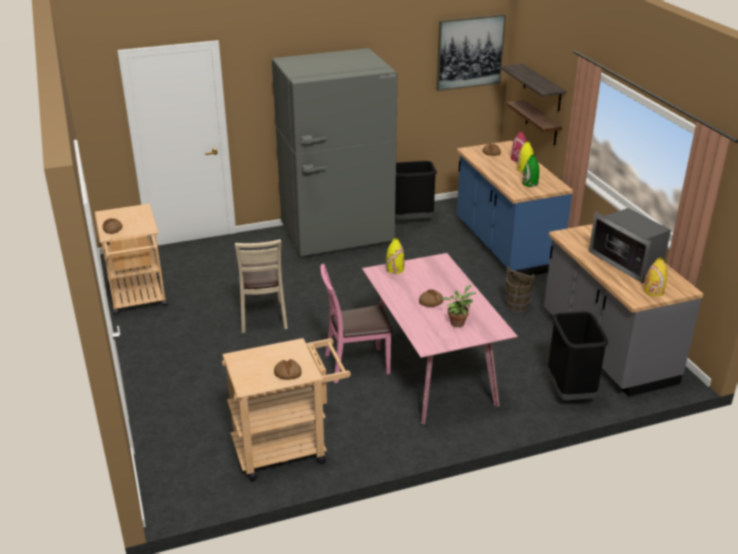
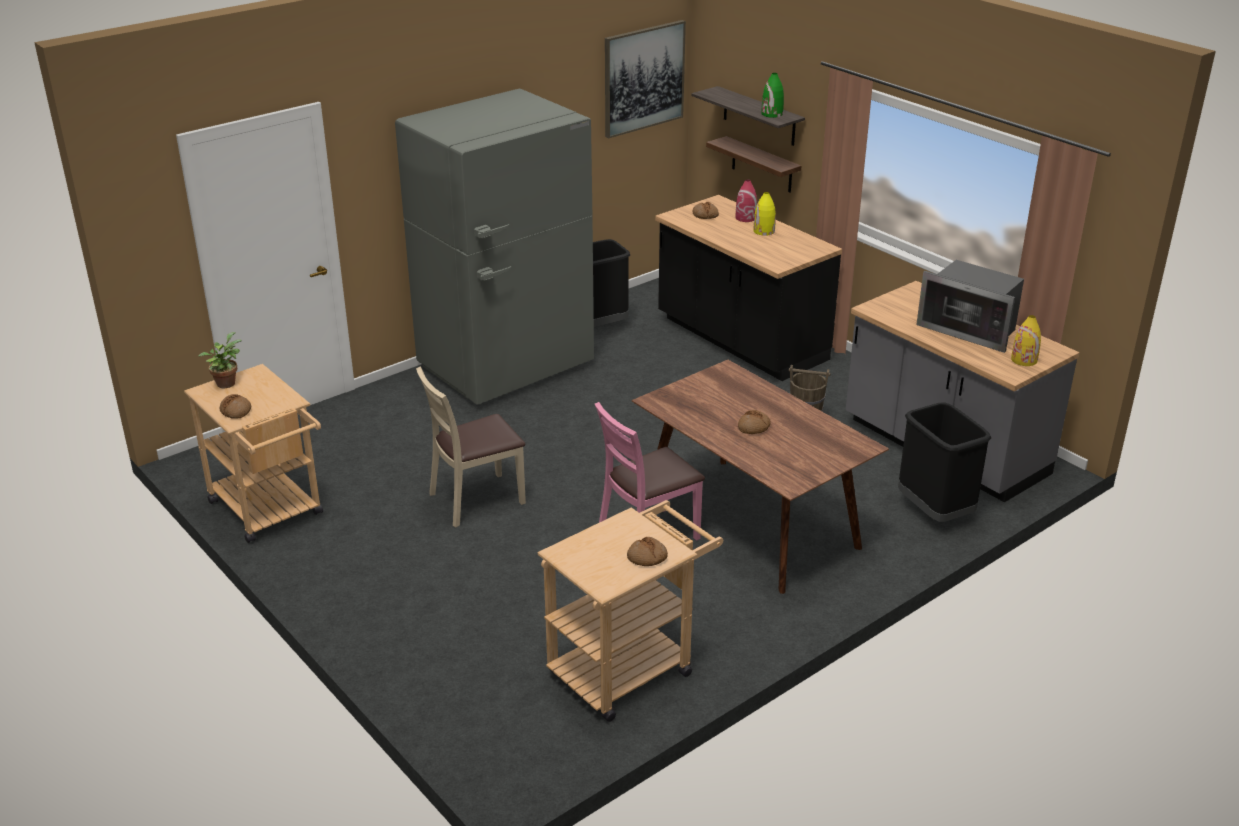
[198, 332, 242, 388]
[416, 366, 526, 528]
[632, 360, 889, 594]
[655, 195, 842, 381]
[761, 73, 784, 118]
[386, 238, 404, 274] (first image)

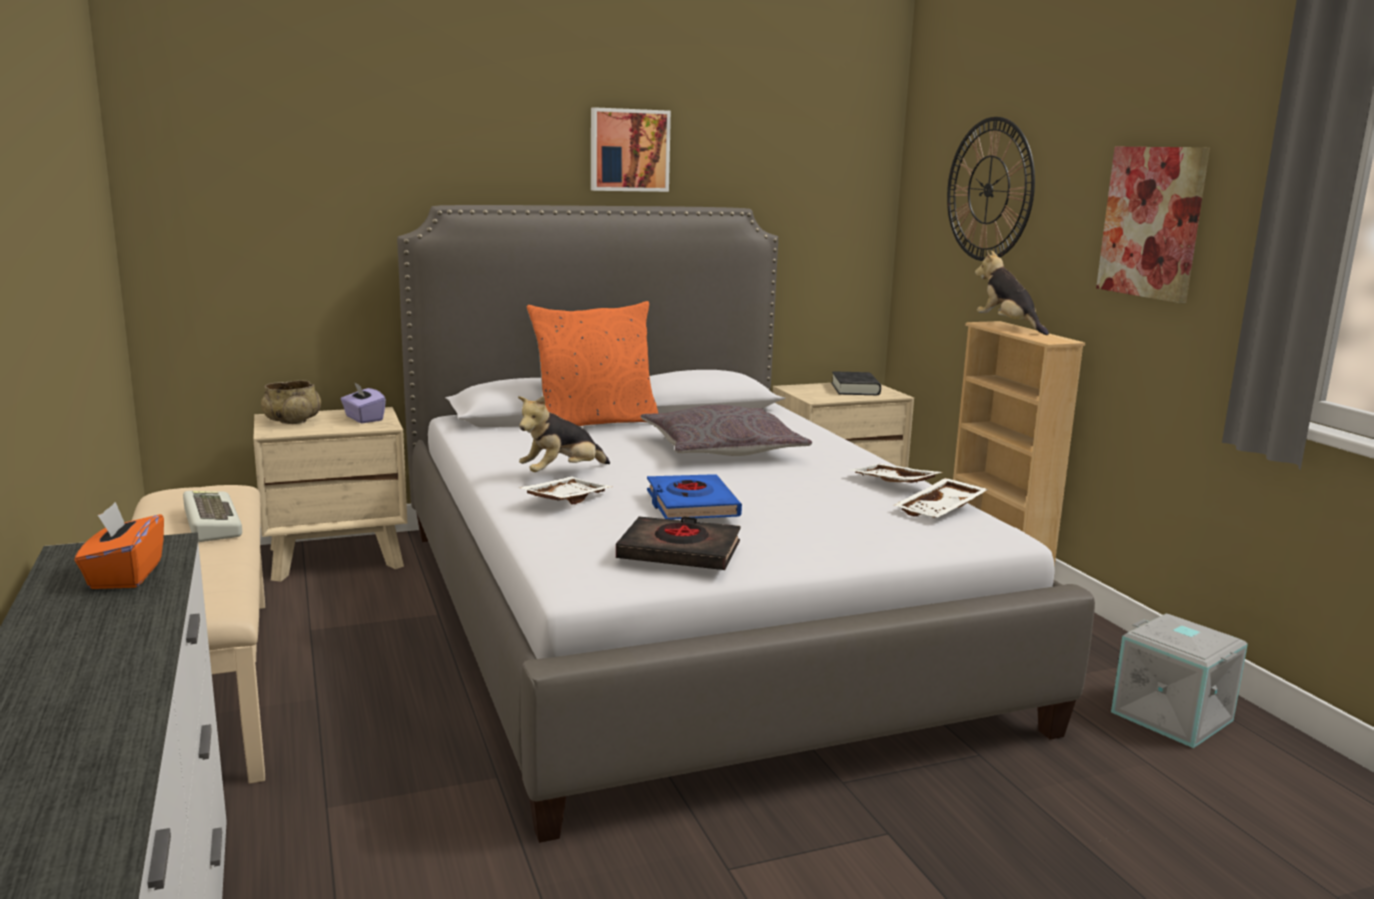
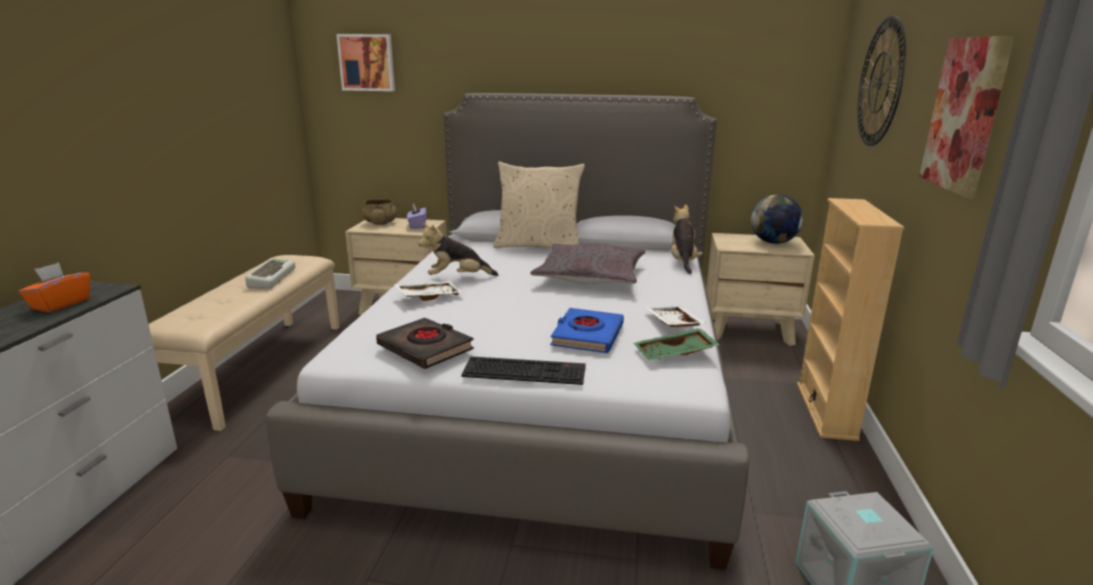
[336, 34, 395, 91]
[462, 356, 586, 385]
[493, 162, 585, 248]
[550, 308, 624, 353]
[634, 328, 719, 360]
[671, 204, 703, 274]
[751, 194, 803, 244]

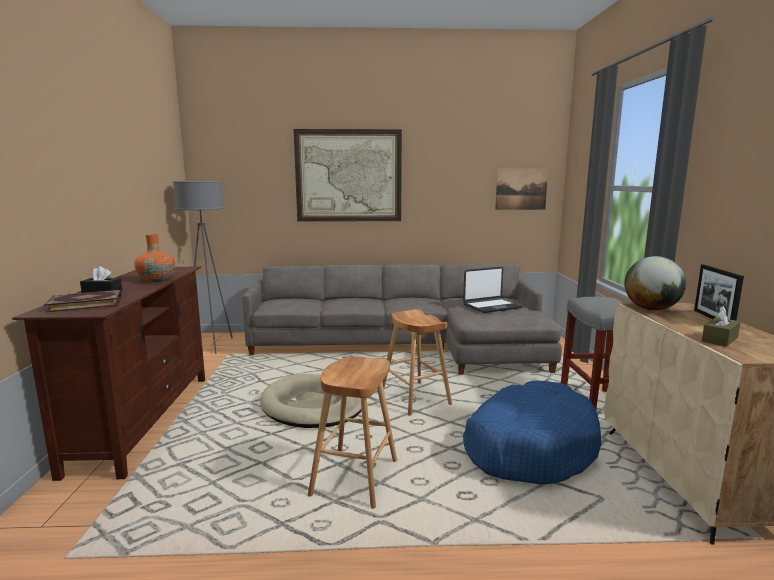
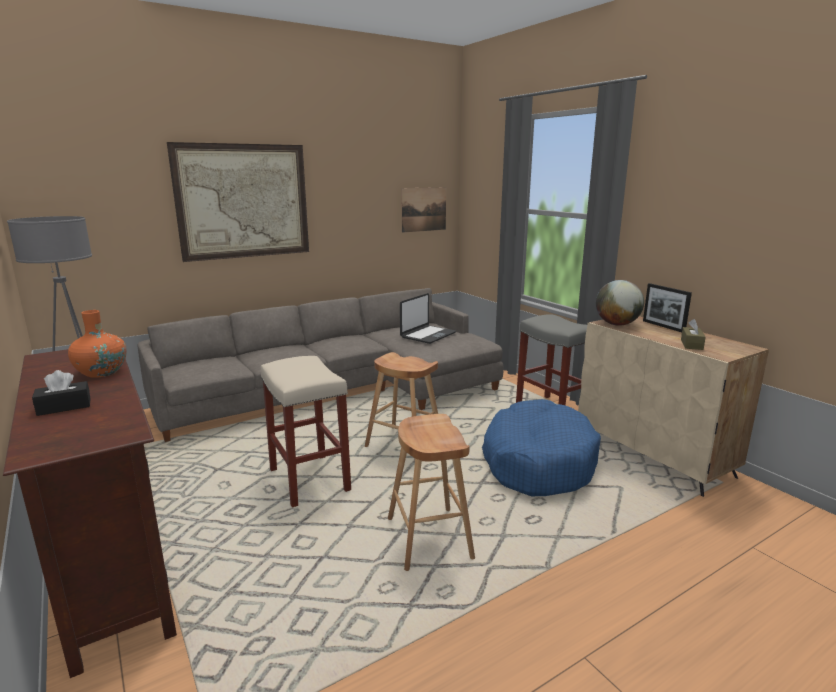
[261, 356, 351, 507]
[44, 290, 122, 313] (first image)

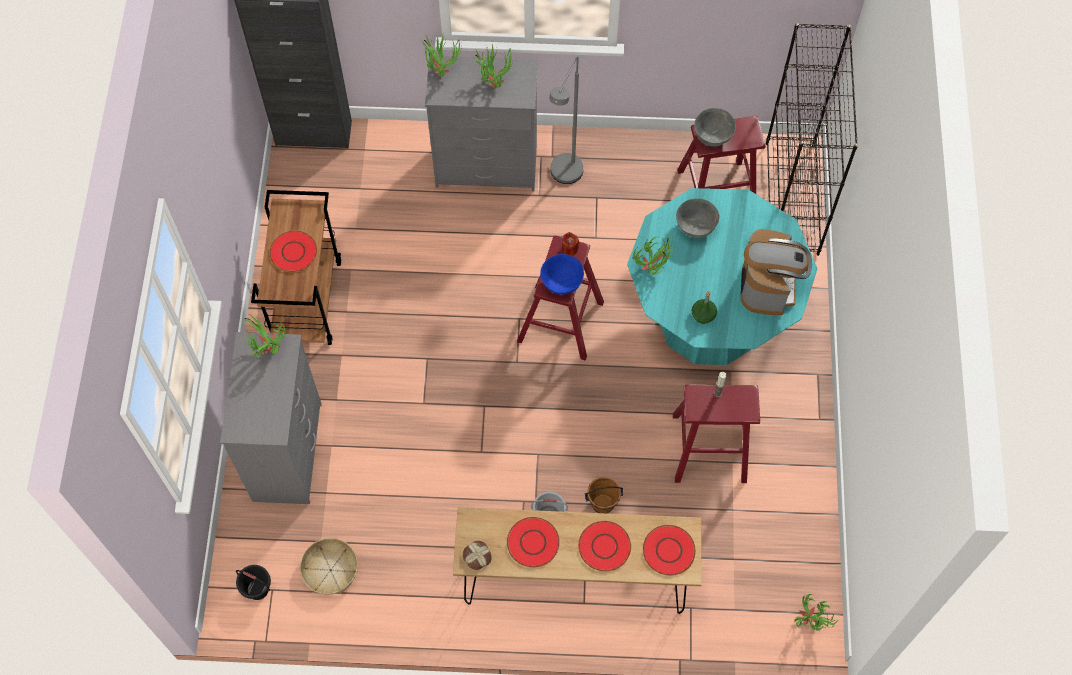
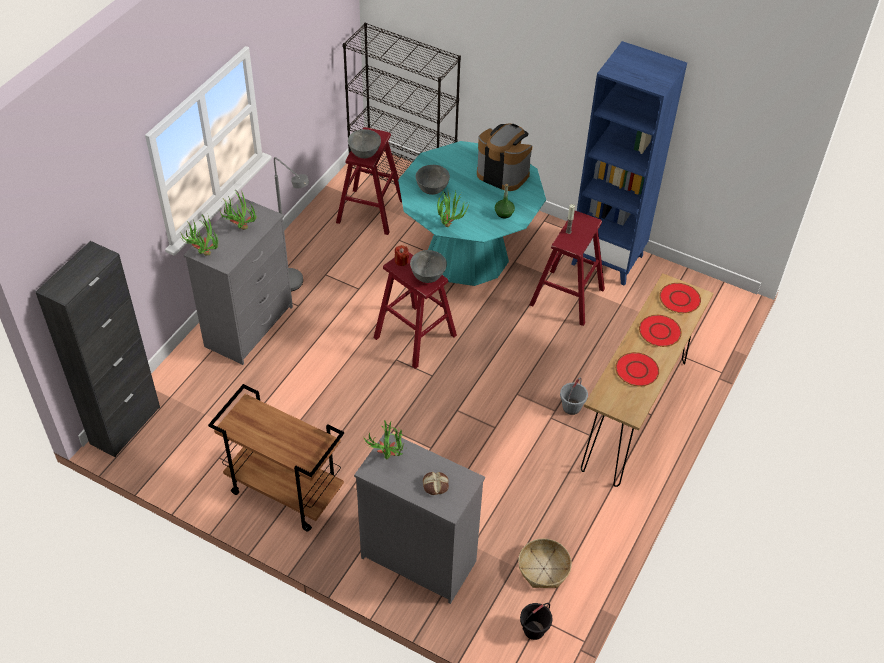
[410, 250, 447, 283]
[423, 472, 449, 495]
[571, 41, 687, 286]
[269, 230, 317, 272] (first image)
[585, 477, 623, 513] (first image)
[794, 594, 839, 631] (first image)

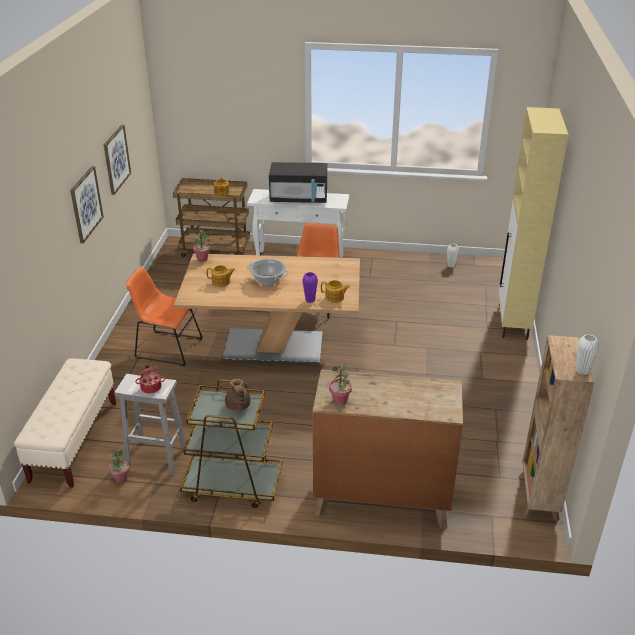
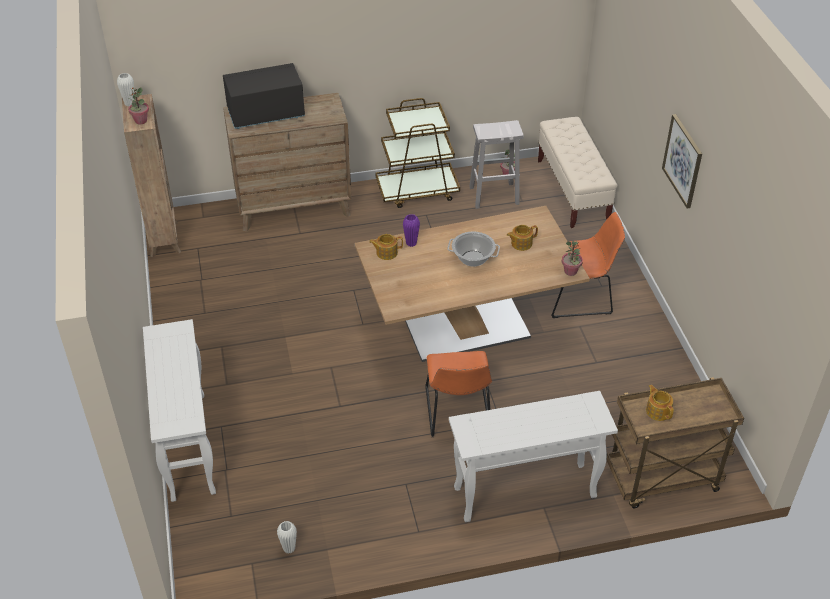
[128, 87, 149, 124]
[143, 319, 216, 502]
[223, 63, 305, 129]
[104, 125, 131, 195] (first image)
[135, 365, 165, 393] (first image)
[225, 379, 250, 411] (first image)

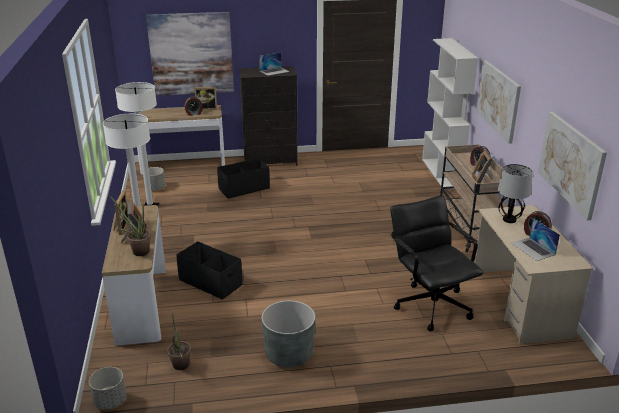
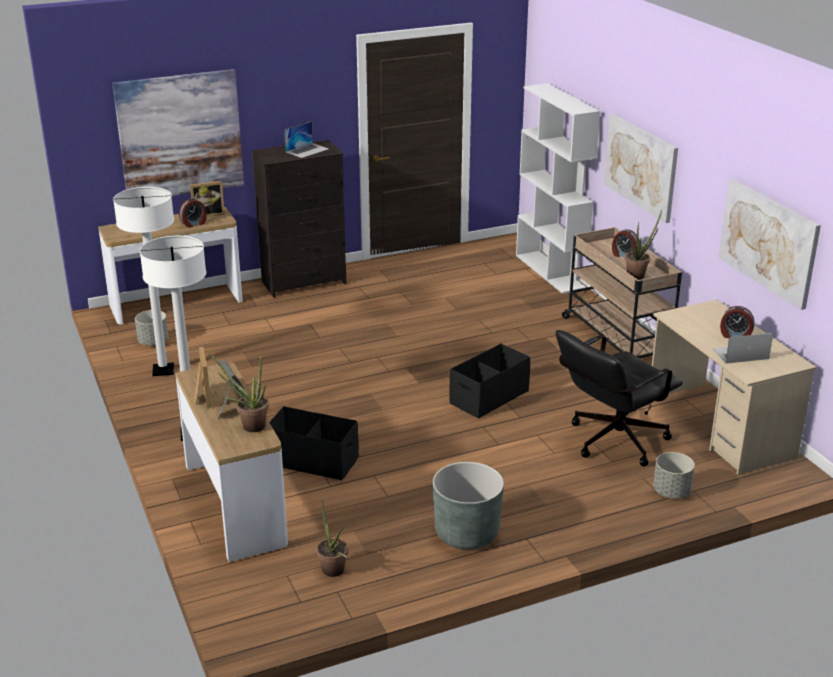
[449, 344, 530, 419]
[556, 330, 683, 467]
[625, 210, 662, 280]
[653, 452, 695, 499]
[712, 333, 773, 364]
[498, 164, 533, 223] (first image)

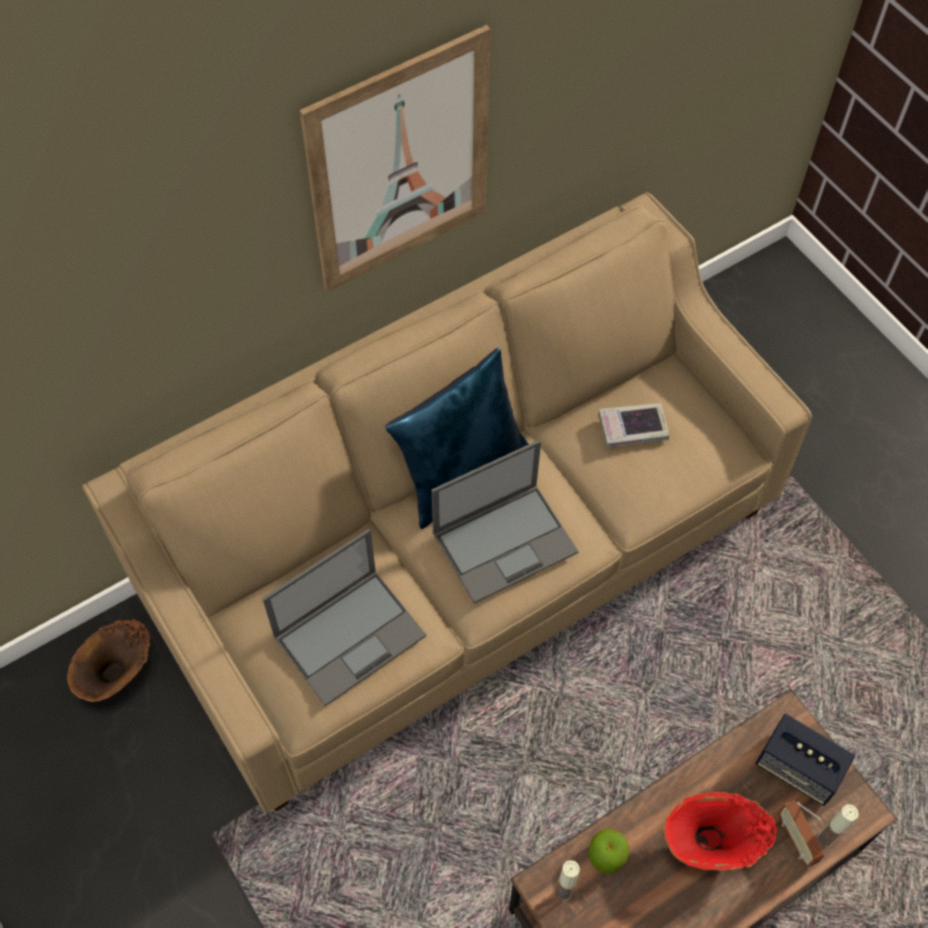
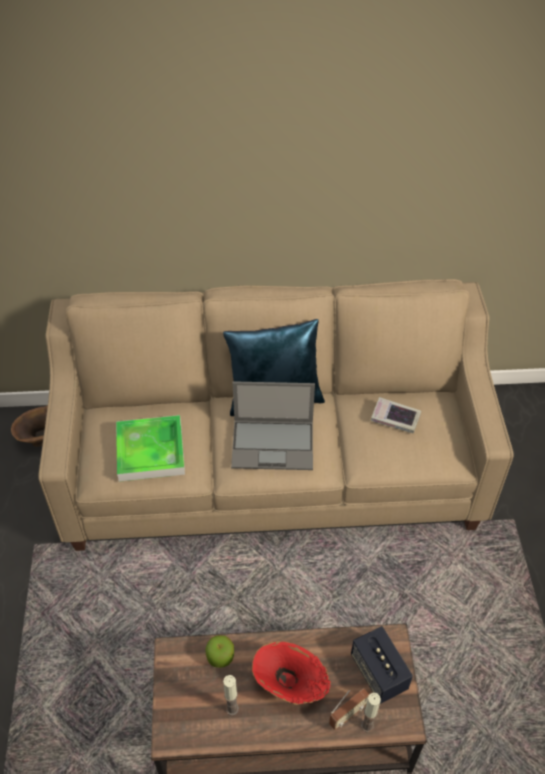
[116, 415, 185, 482]
[223, 675, 239, 716]
[329, 689, 370, 730]
[299, 25, 490, 292] (first image)

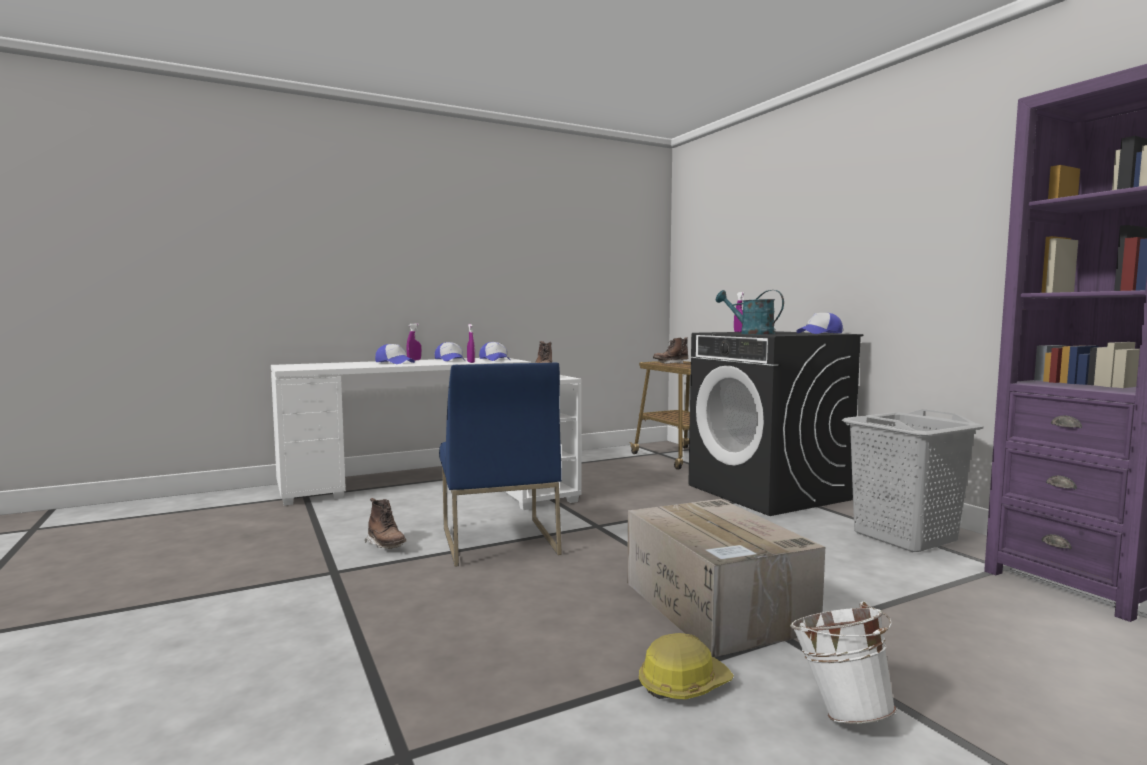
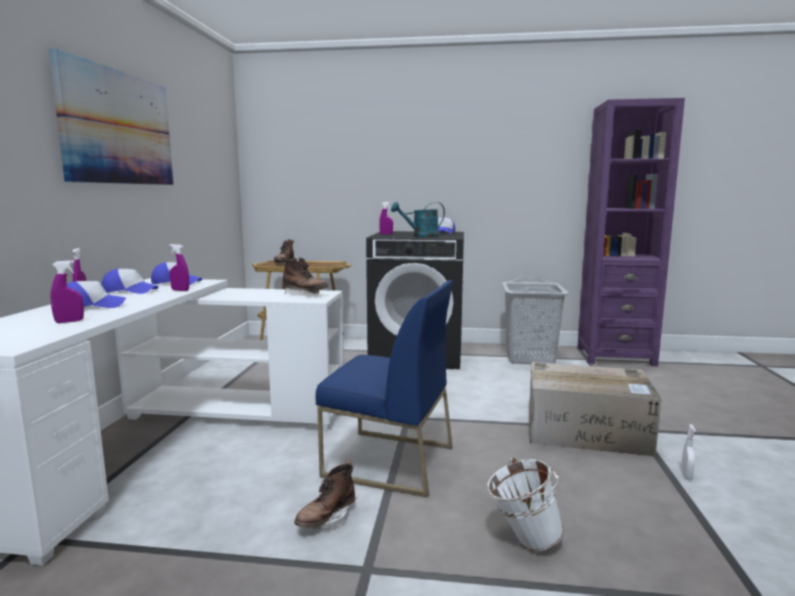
[49, 48, 173, 185]
[50, 260, 84, 323]
[294, 460, 355, 529]
[487, 457, 564, 551]
[681, 424, 696, 480]

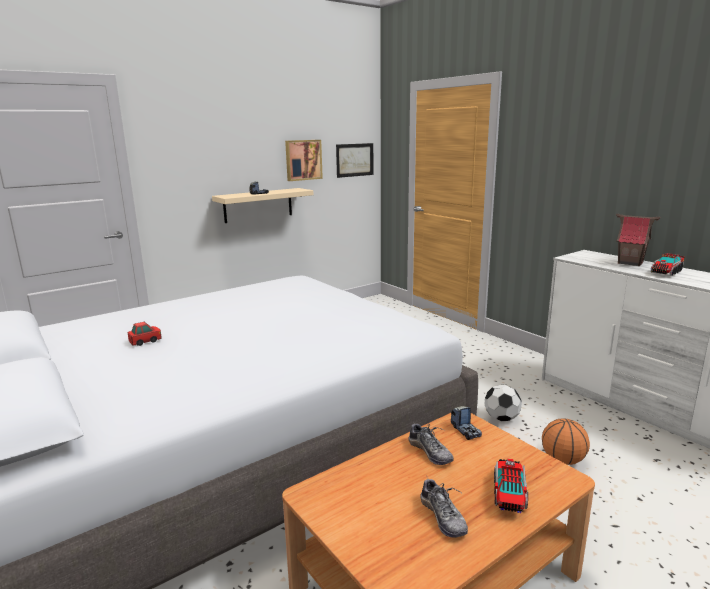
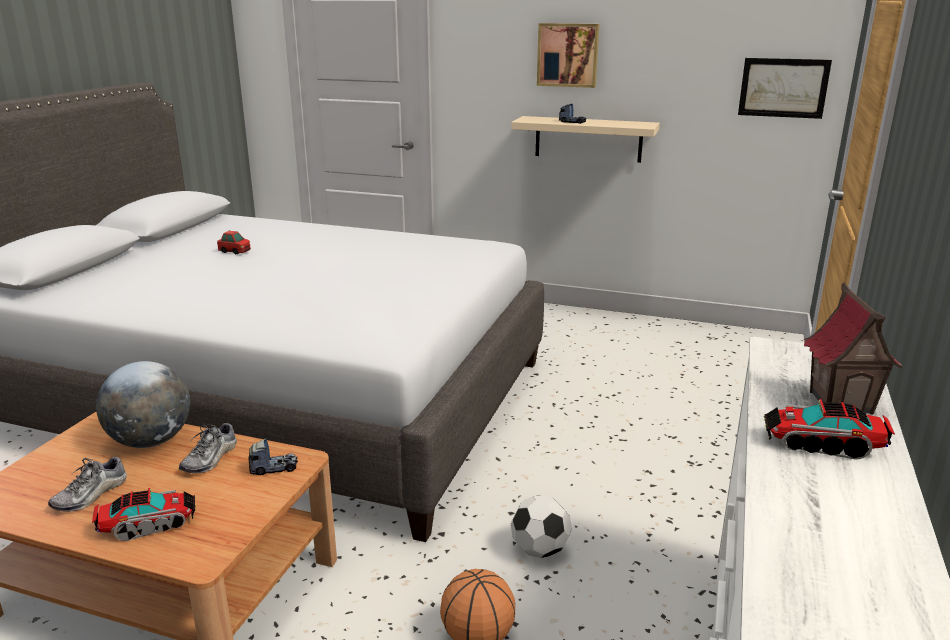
[96, 361, 190, 448]
[248, 439, 298, 475]
[537, 23, 599, 88]

